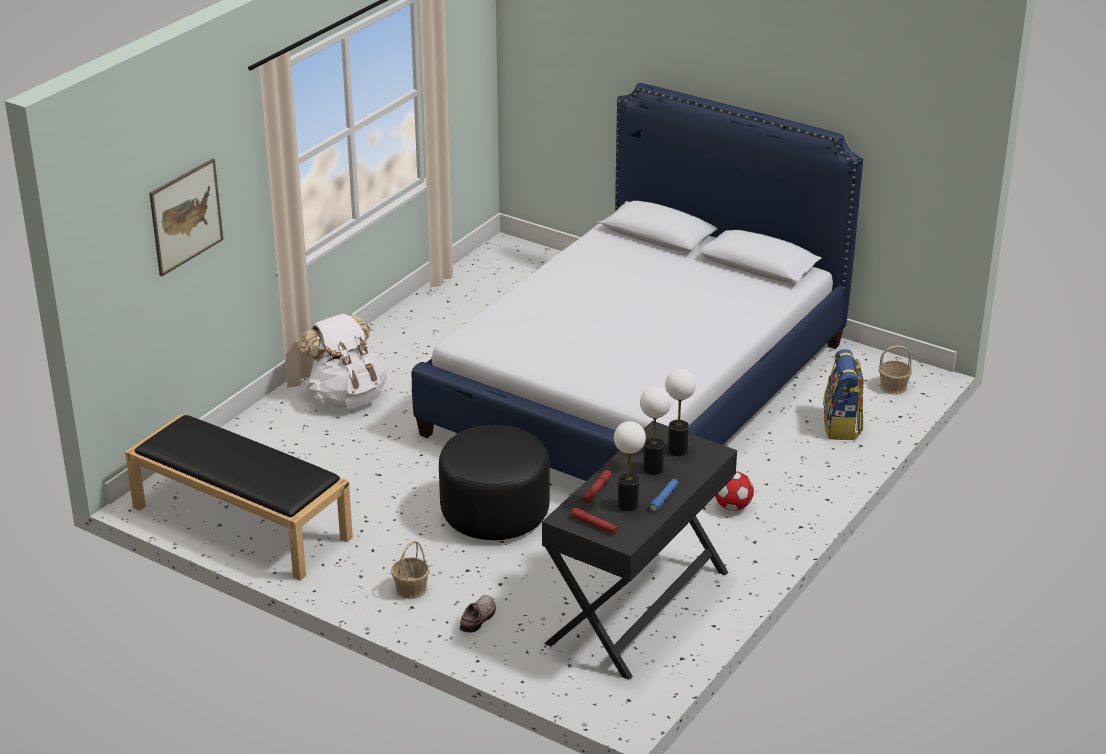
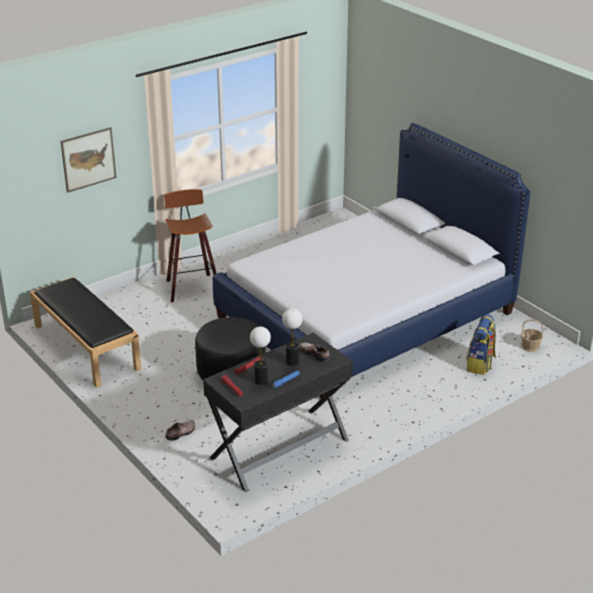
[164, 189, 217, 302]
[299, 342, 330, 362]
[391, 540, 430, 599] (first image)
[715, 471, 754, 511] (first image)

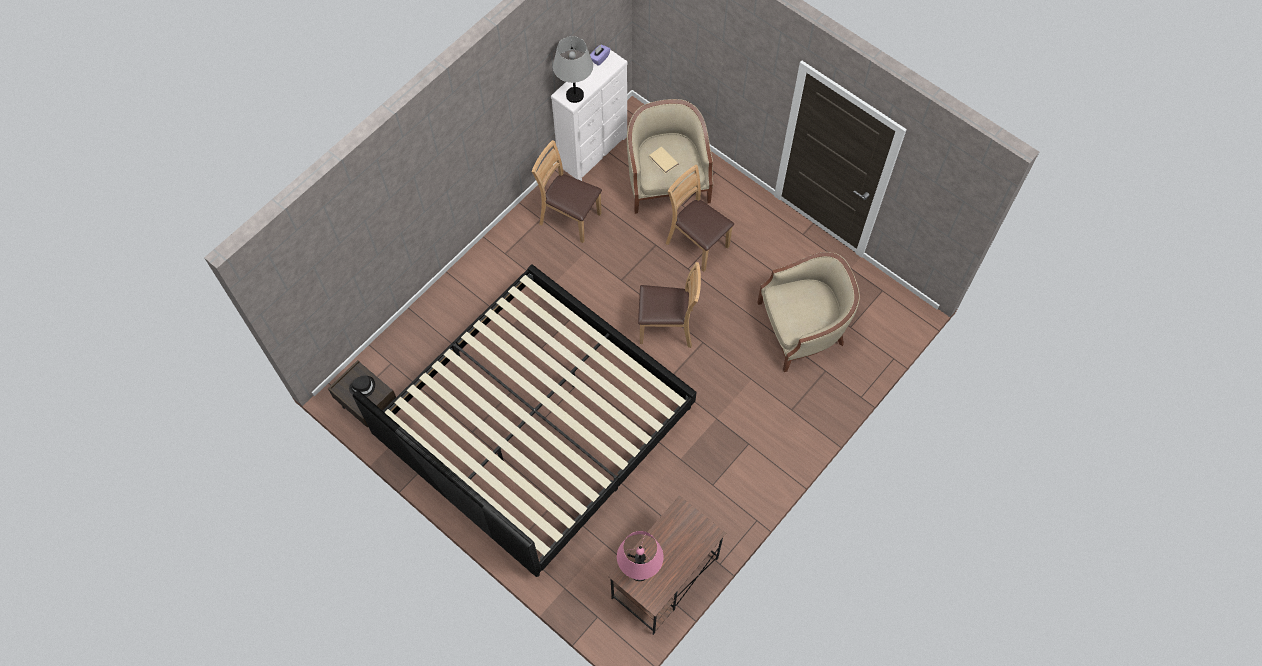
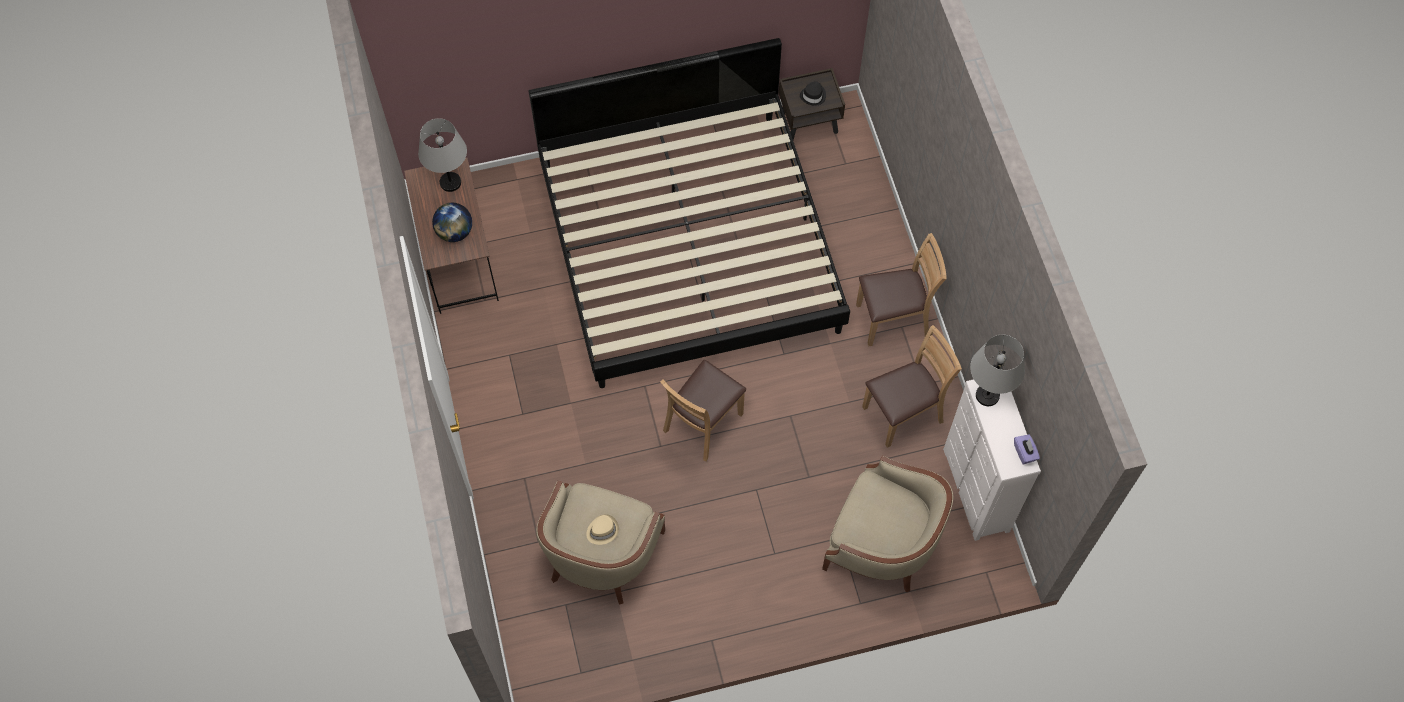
[418, 118, 467, 192]
[432, 203, 472, 242]
[586, 514, 619, 545]
[856, 233, 946, 347]
[649, 147, 679, 174] (first image)

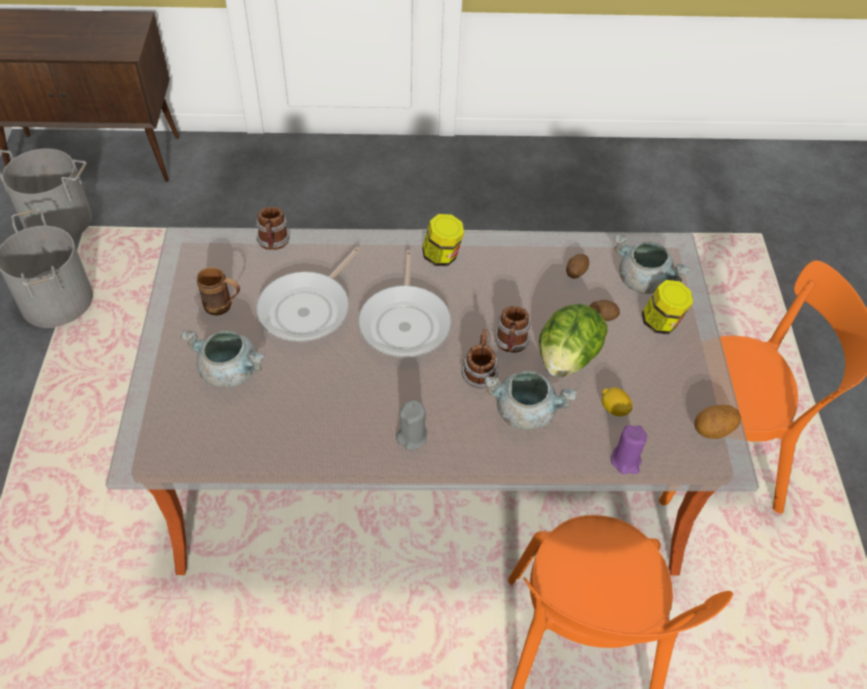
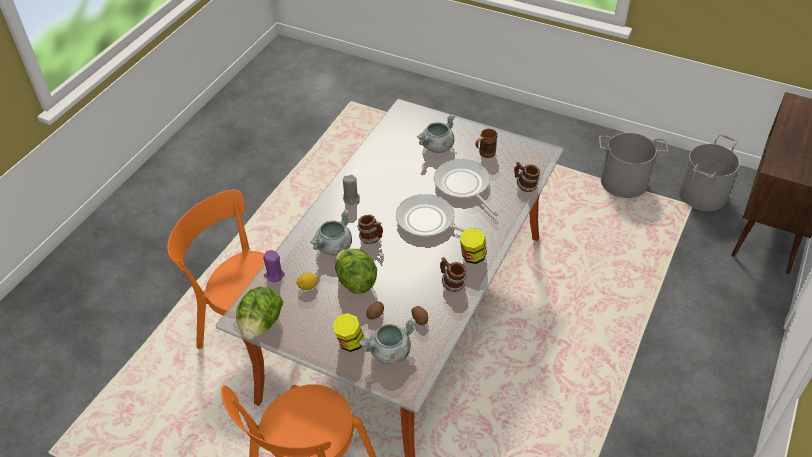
[236, 286, 283, 339]
[440, 257, 467, 292]

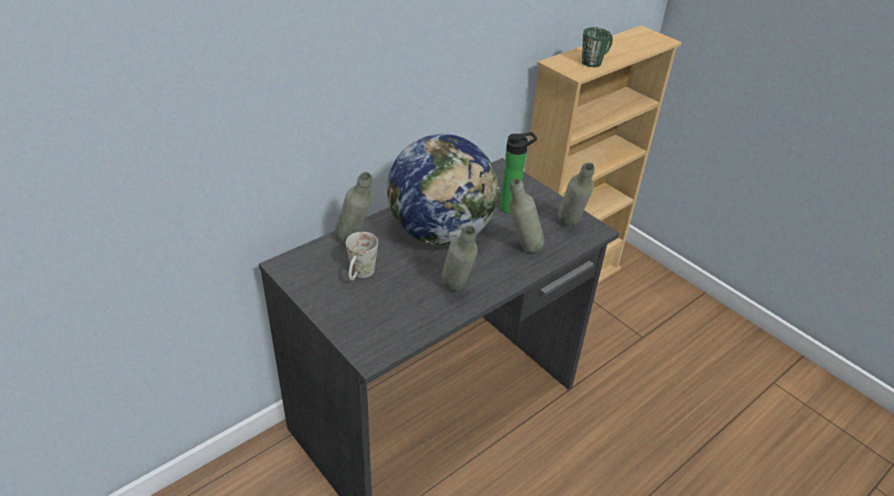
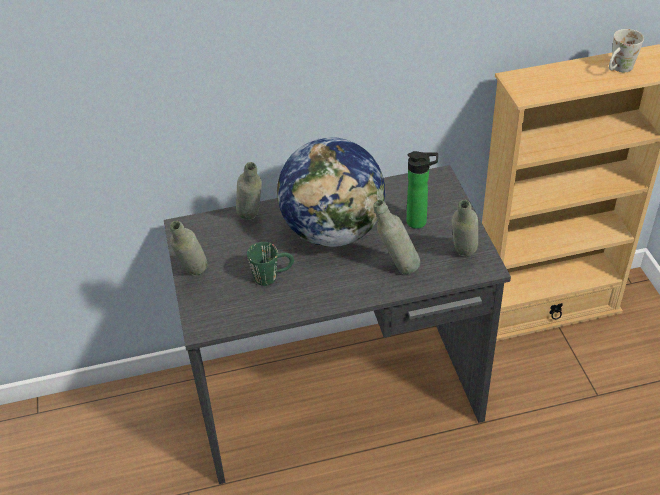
[170, 221, 208, 275]
[247, 242, 294, 286]
[609, 29, 644, 72]

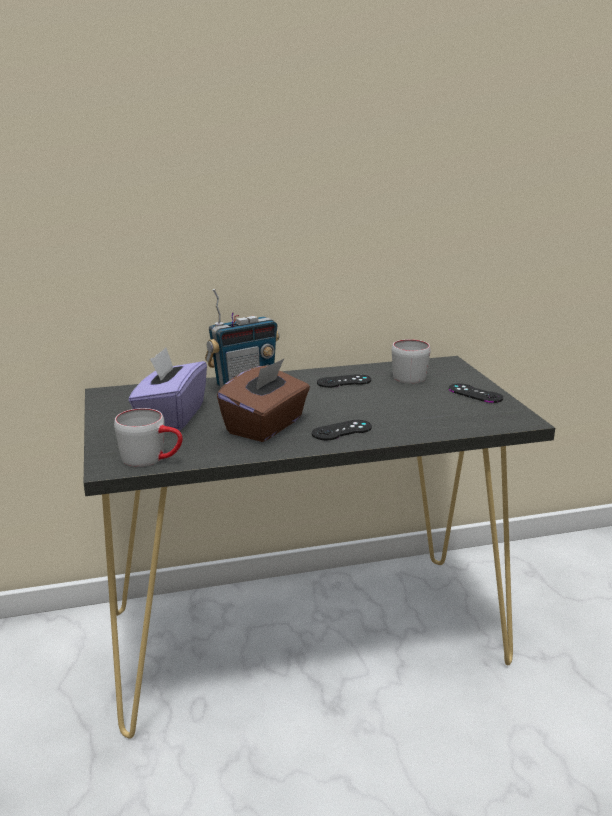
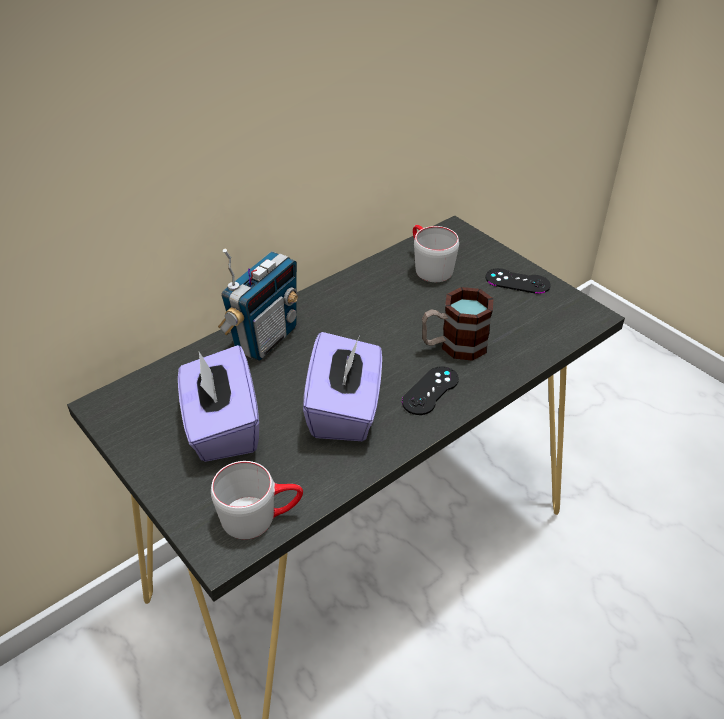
[303, 332, 382, 441]
[422, 287, 493, 361]
[317, 374, 371, 388] (first image)

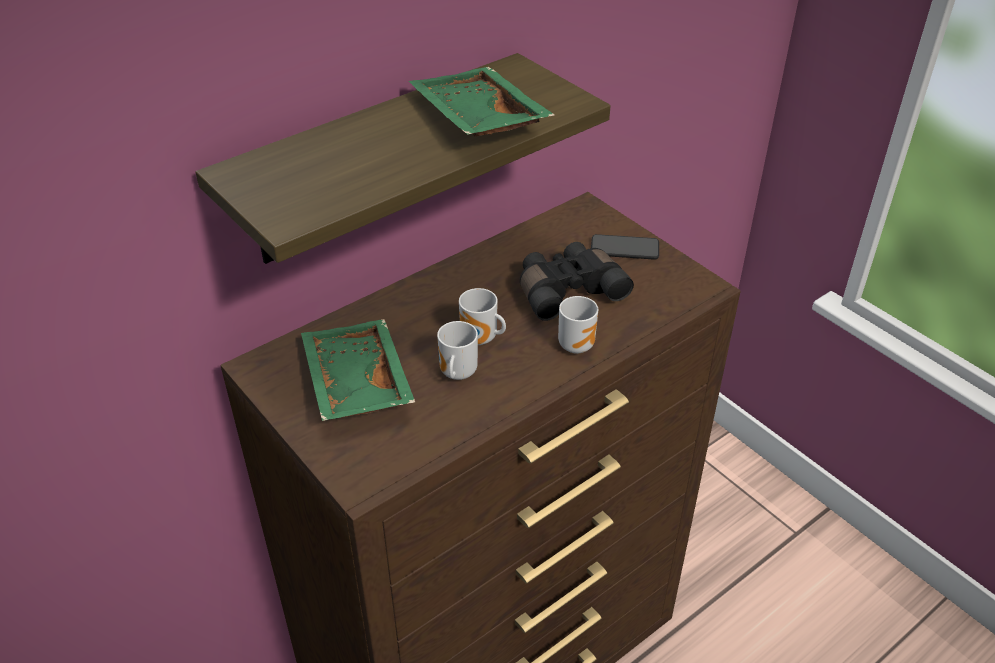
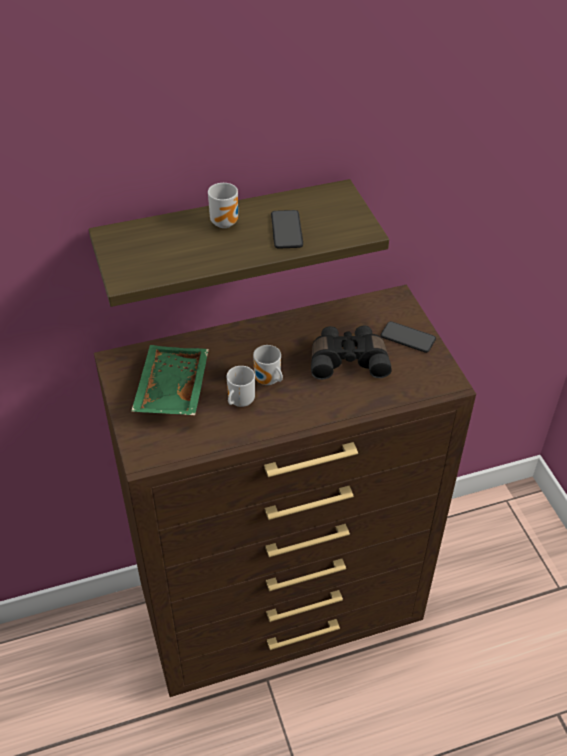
[208, 183, 238, 228]
[271, 210, 303, 249]

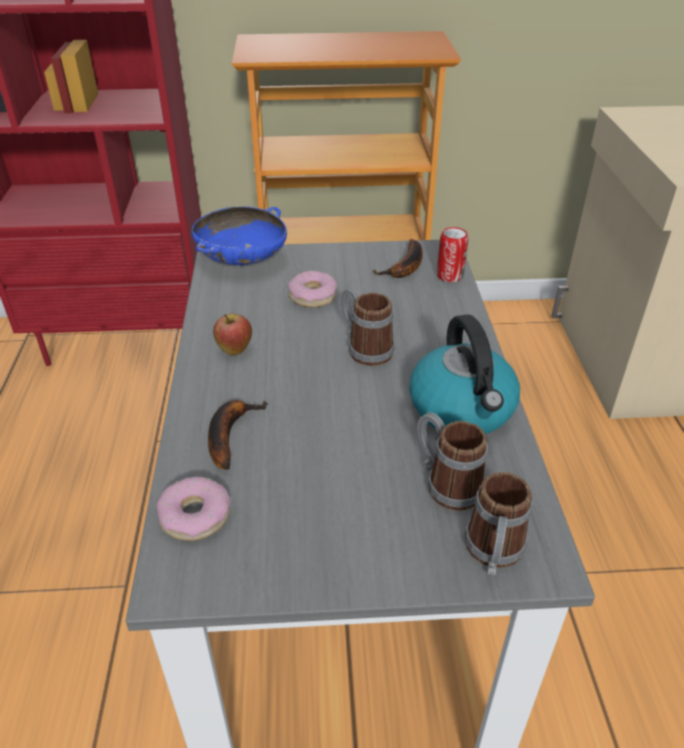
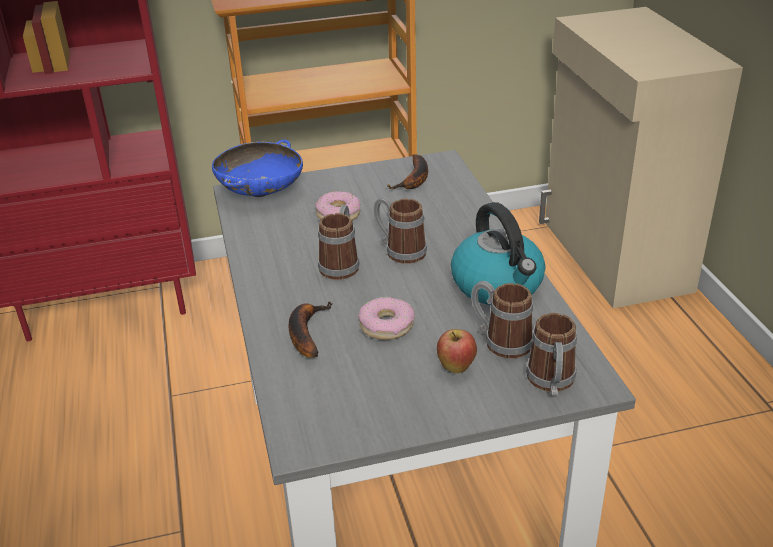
[318, 205, 360, 280]
[358, 297, 415, 340]
[437, 329, 477, 373]
[437, 227, 468, 282] (first image)

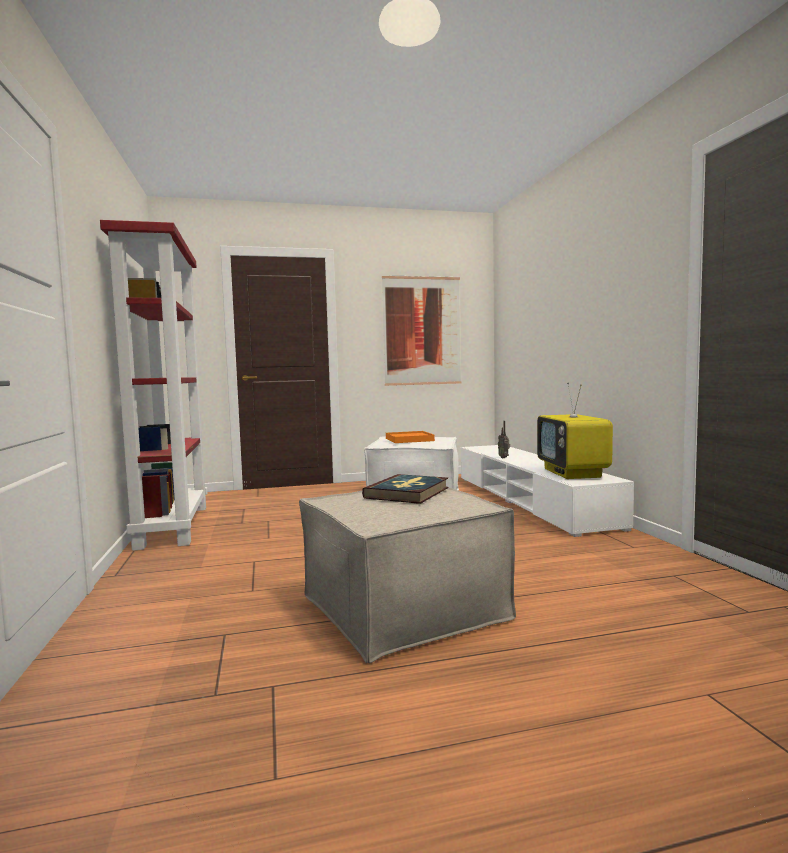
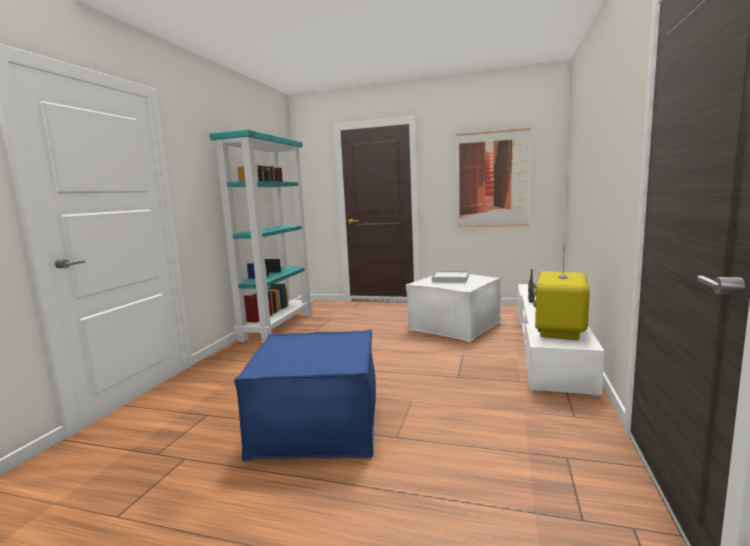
[210, 130, 313, 343]
[234, 329, 376, 461]
[432, 271, 469, 282]
[362, 474, 449, 504] (first image)

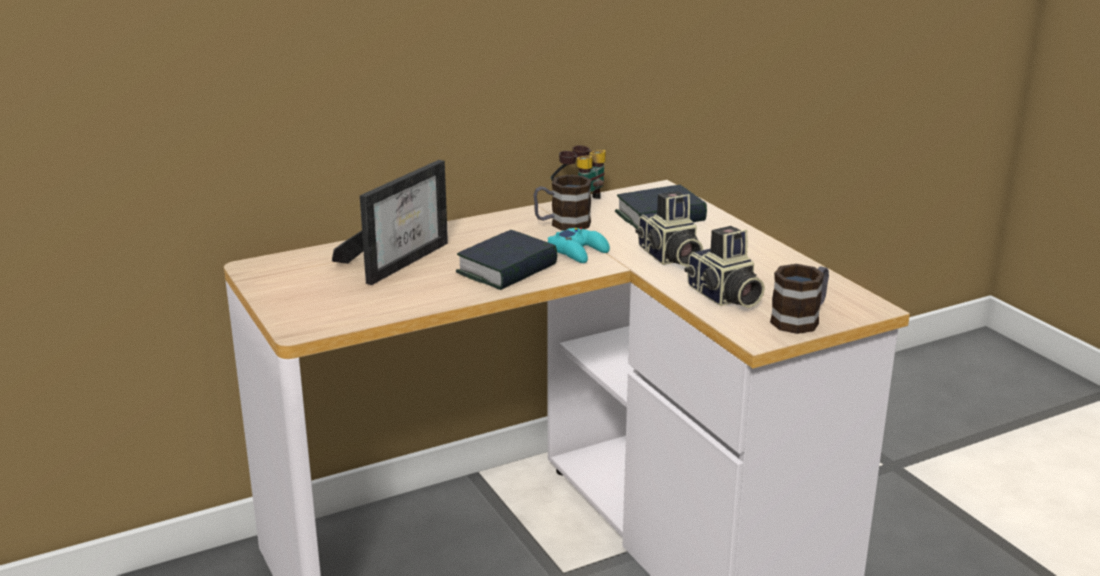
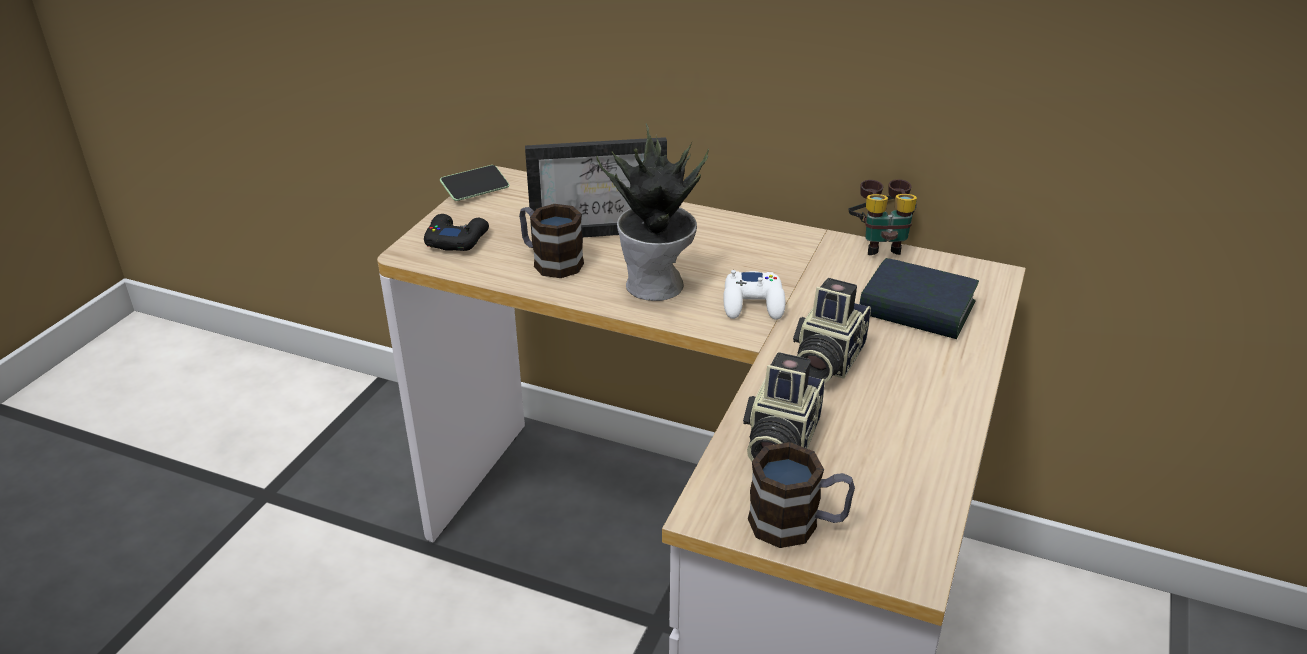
[424, 214, 489, 251]
[440, 165, 509, 201]
[519, 204, 584, 278]
[596, 123, 709, 301]
[723, 270, 785, 320]

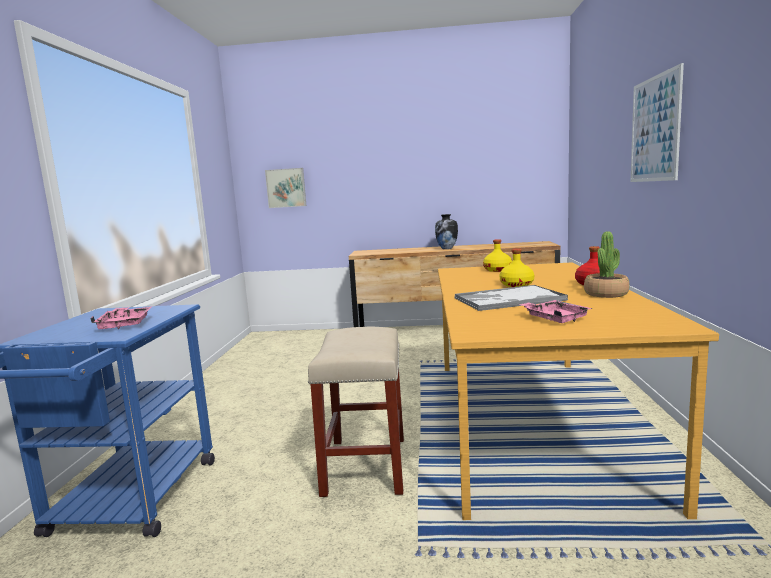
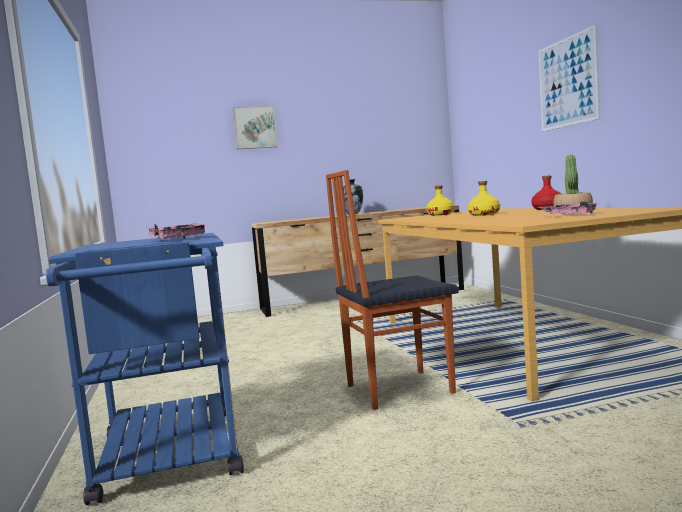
[233, 106, 278, 149]
[326, 170, 459, 410]
[455, 285, 568, 311] (first image)

